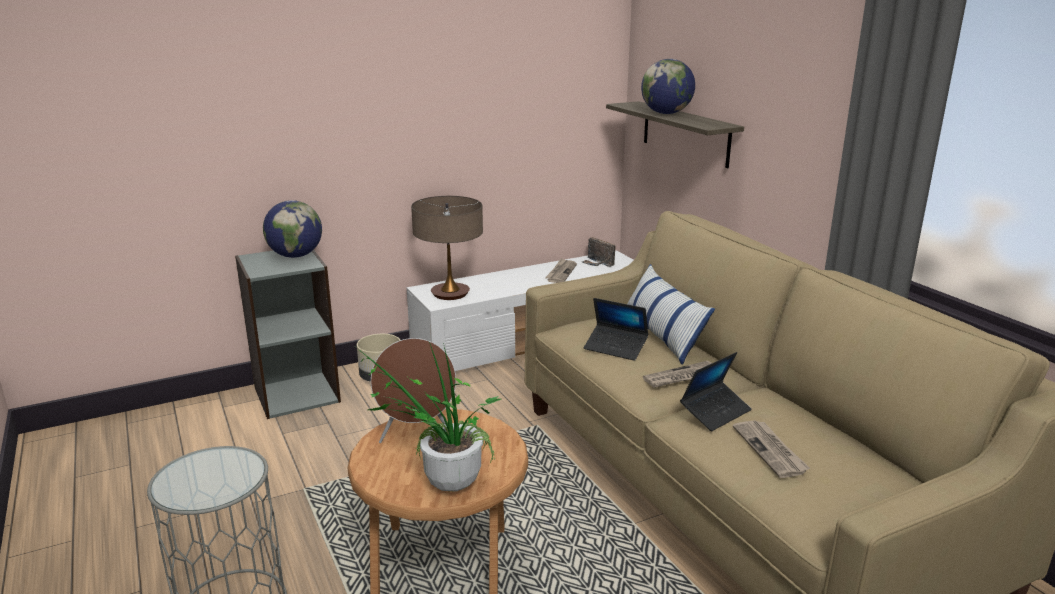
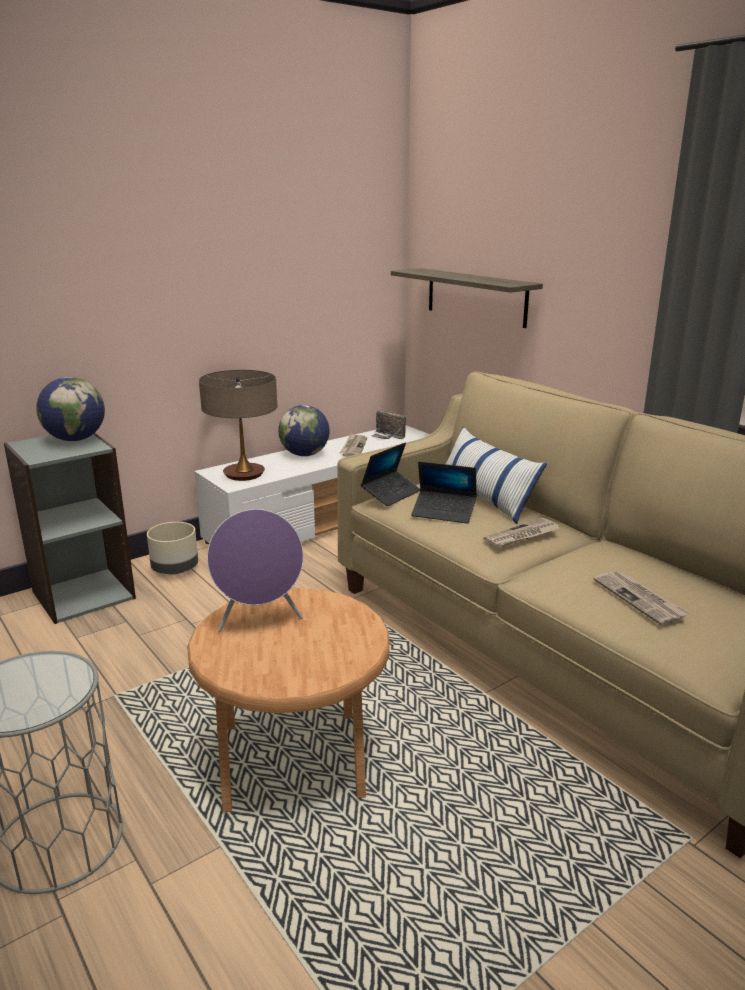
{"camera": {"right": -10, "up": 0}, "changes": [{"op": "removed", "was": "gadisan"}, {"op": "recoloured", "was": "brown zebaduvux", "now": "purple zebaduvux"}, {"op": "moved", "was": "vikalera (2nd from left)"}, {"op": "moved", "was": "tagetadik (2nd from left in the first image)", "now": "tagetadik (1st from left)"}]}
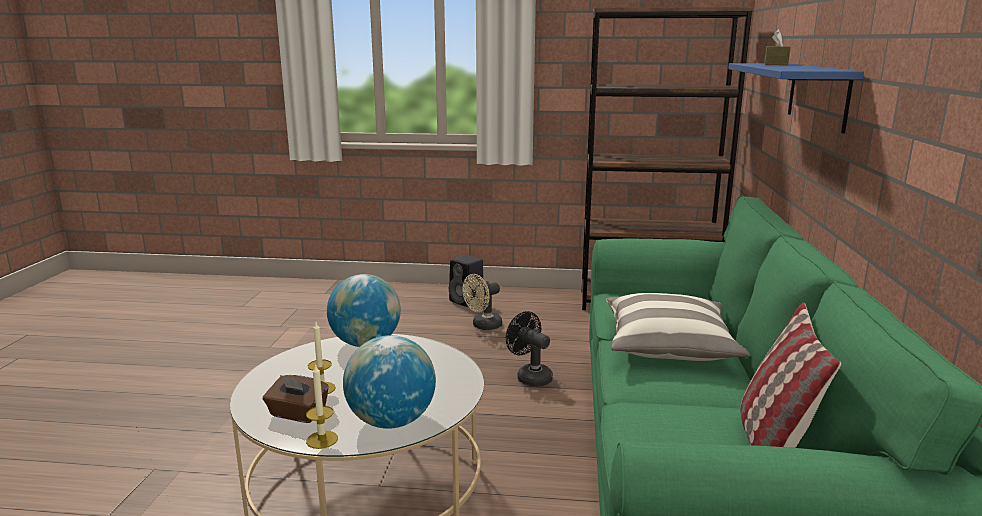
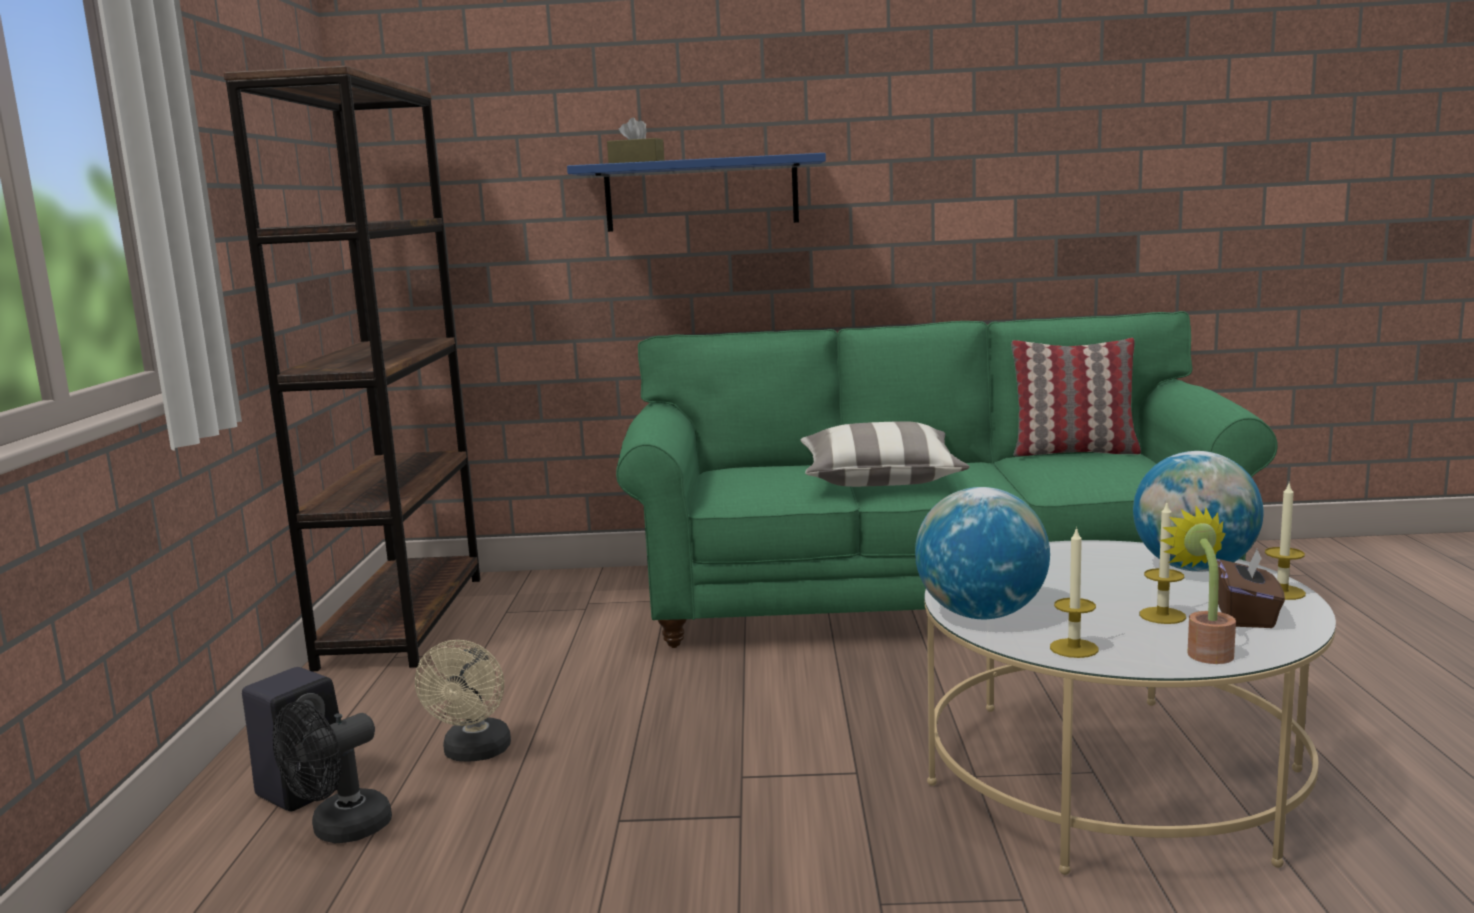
{"camera": {"right": -95, "up": -5}, "changes": [{"op": "turned", "was": "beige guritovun", "clockwise": 45}, {"op": "moved", "was": "black guritovun"}, {"op": "added", "now": "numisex (1st from left)"}, {"op": "added", "now": "gadisan"}]}
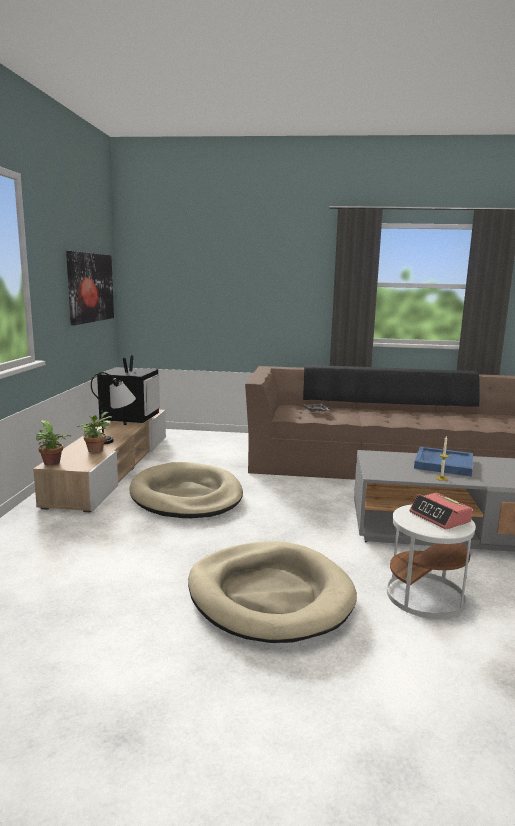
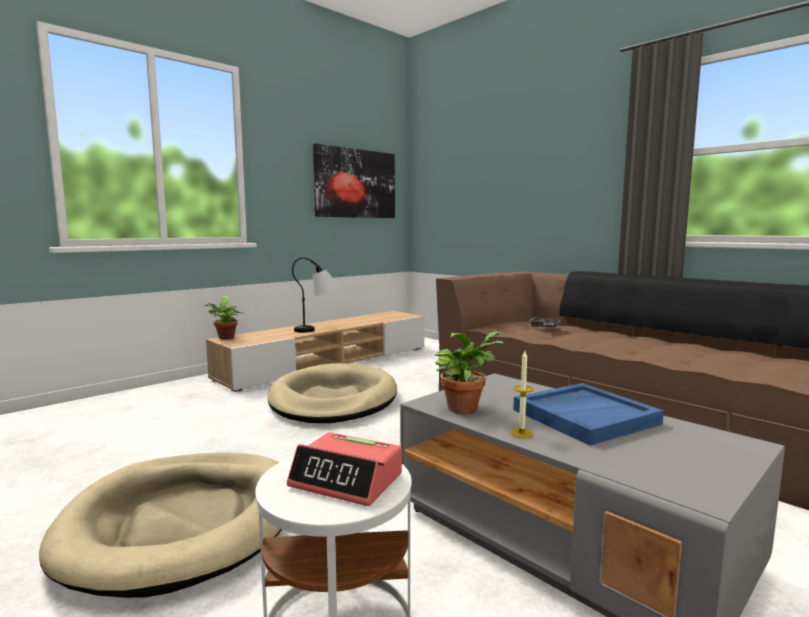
{"camera": {"right": 40, "up": -5}, "changes": [{"op": "moved", "was": "gadisan (2nd from left)"}, {"op": "removed", "was": "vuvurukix"}, {"op": "turned", "was": "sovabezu", "clockwise": -75}]}
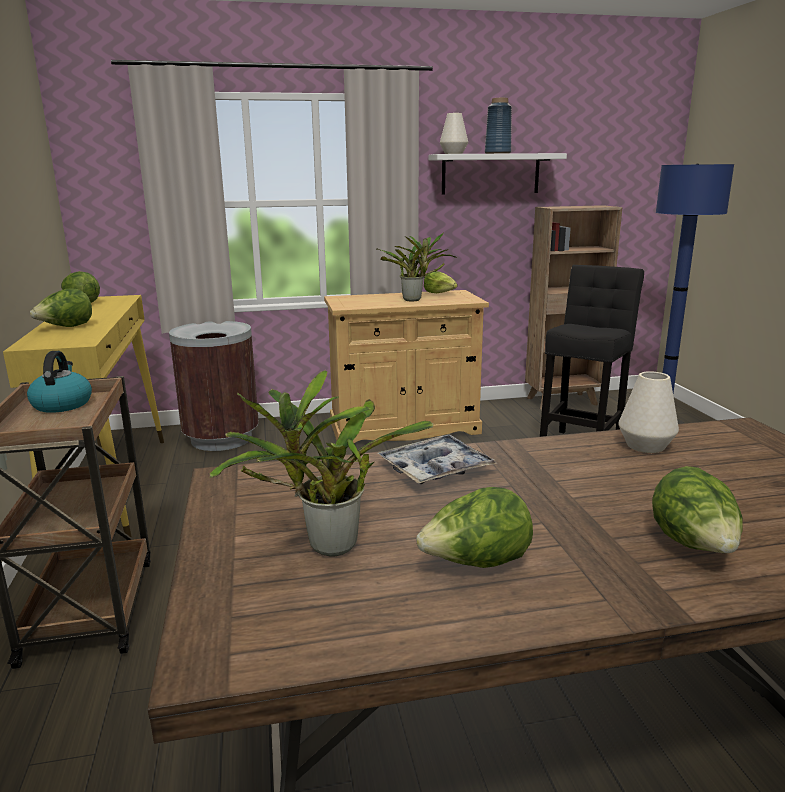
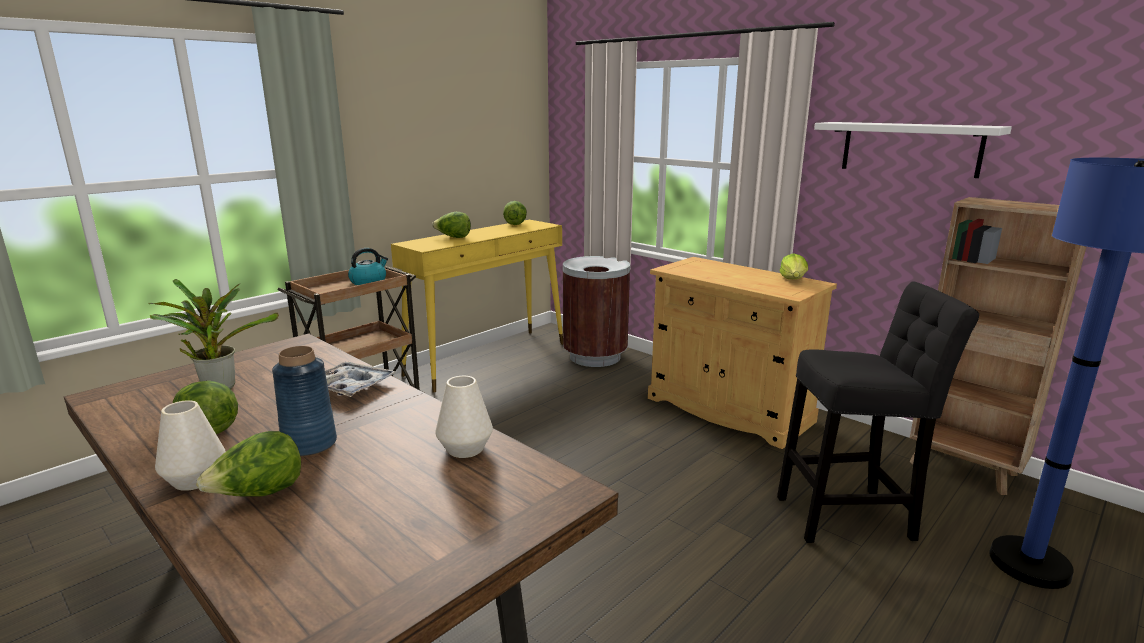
{"camera": {"right": 55, "up": 0}, "changes": [{"op": "removed", "was": "gadisan (2nd from left)"}, {"op": "moved", "was": "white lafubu (1st from left)"}, {"op": "moved", "was": "blue lafubu"}]}
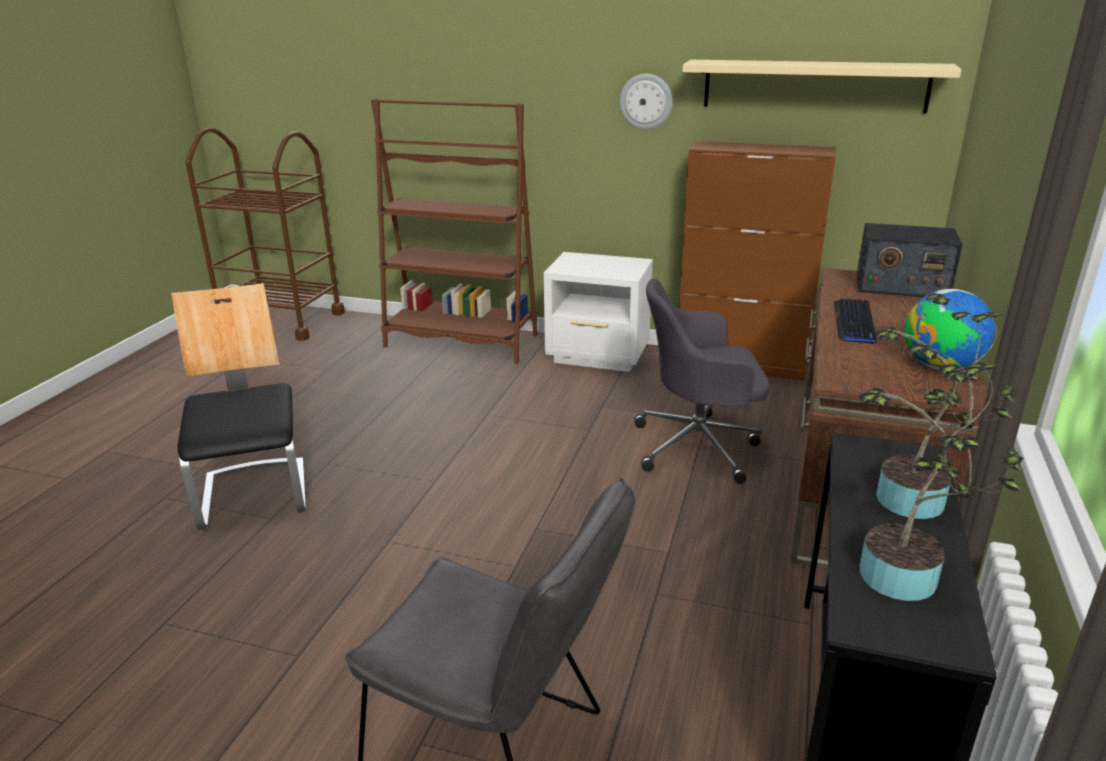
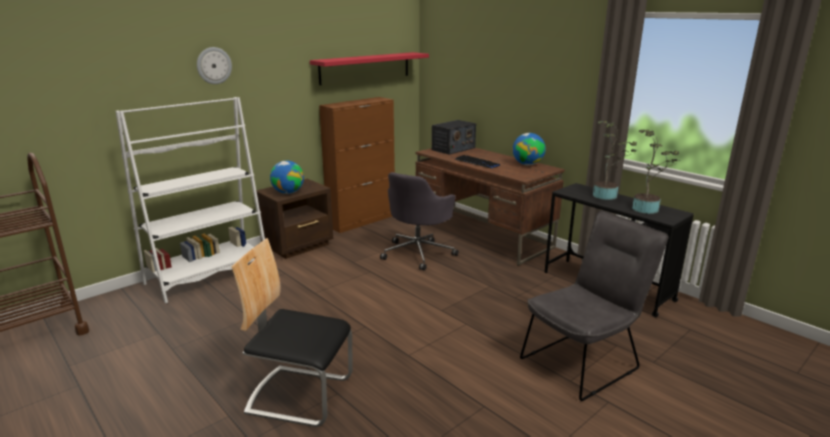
{"camera": {"right": -60, "up": -5}, "changes": [{"op": "recoloured", "was": "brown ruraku", "now": "white ruraku"}, {"op": "recoloured", "was": "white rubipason", "now": "brown rubipason"}, {"op": "moved", "was": "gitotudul"}, {"op": "recoloured", "was": "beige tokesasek", "now": "red tokesasek"}, {"op": "added", "now": "vikalera (1st from left)"}]}
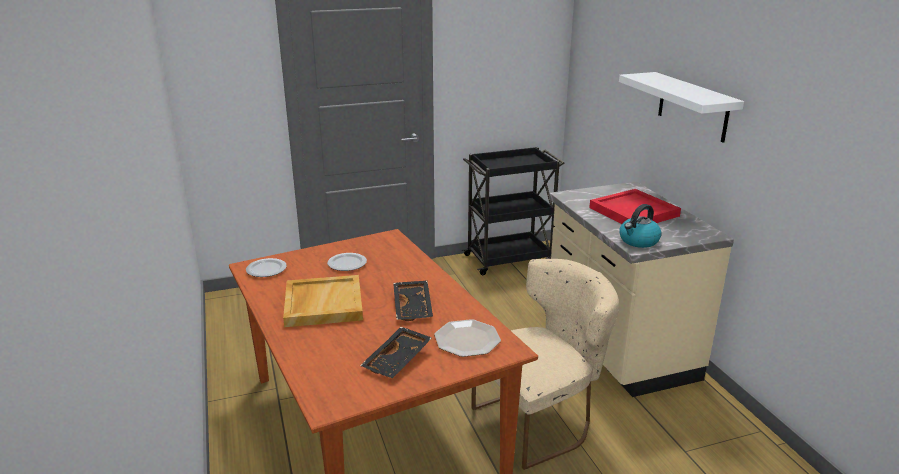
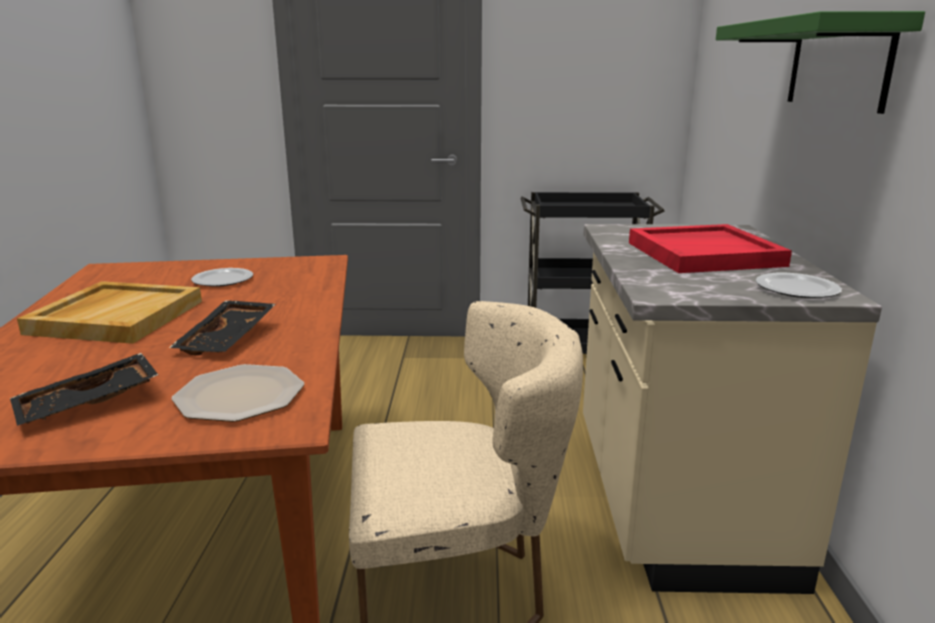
{"camera": {"right": 20, "up": -5}, "changes": [{"op": "moved", "was": "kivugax (1st from left in the first image)", "now": "kivugax (3rd from left)"}, {"op": "recoloured", "was": "white tokesasek", "now": "green tokesasek"}, {"op": "removed", "was": "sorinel"}]}
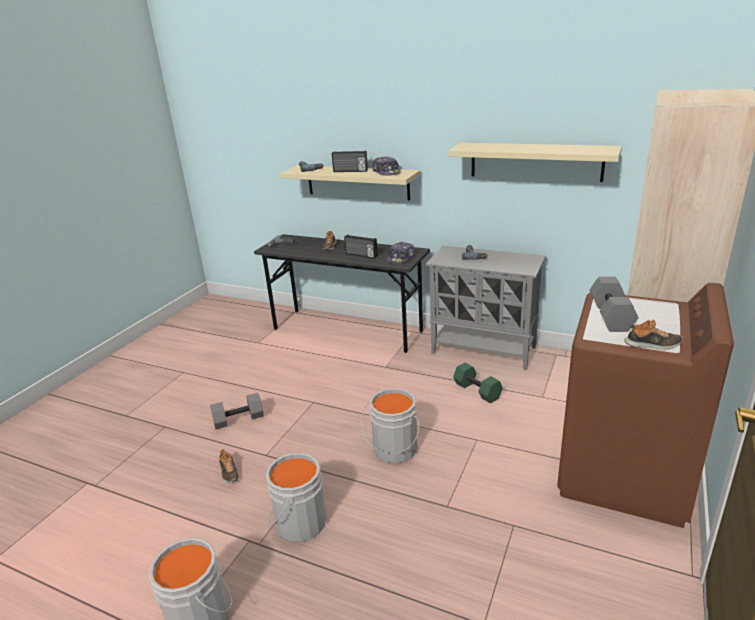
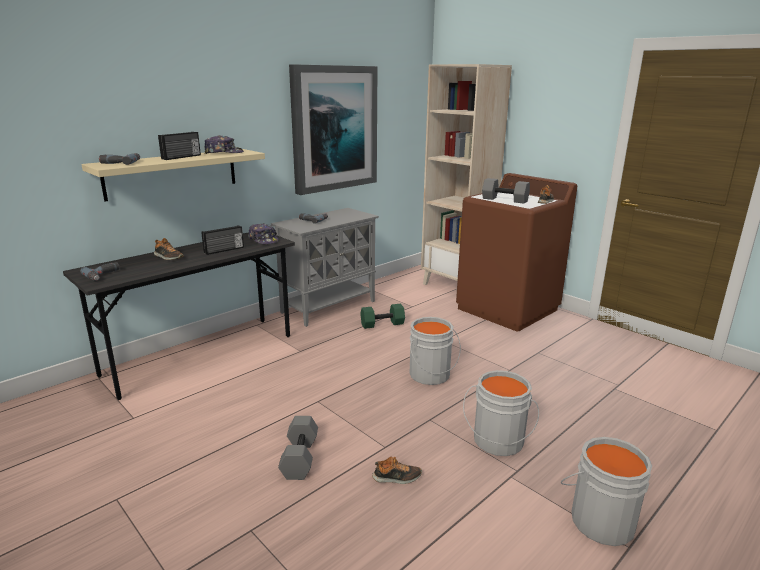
{"camera": {"right": -70, "up": -5}, "changes": [{"op": "replaced", "was": "beige tokesasek (2nd from left)", "now": "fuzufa"}]}
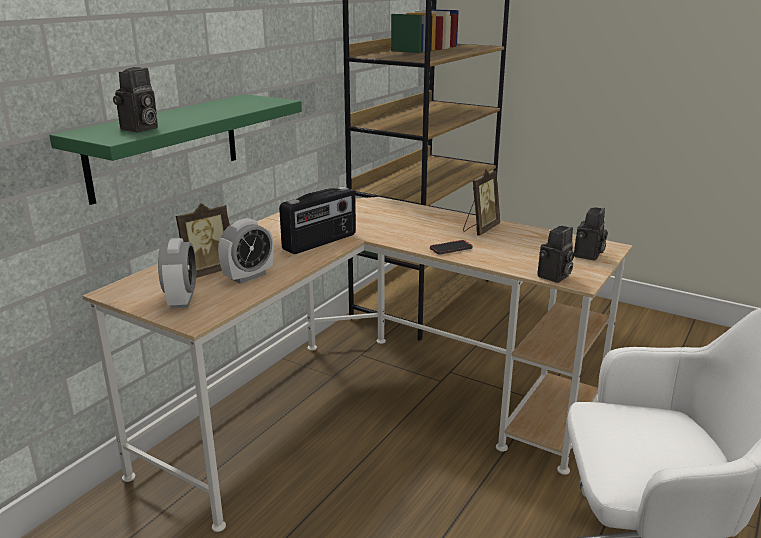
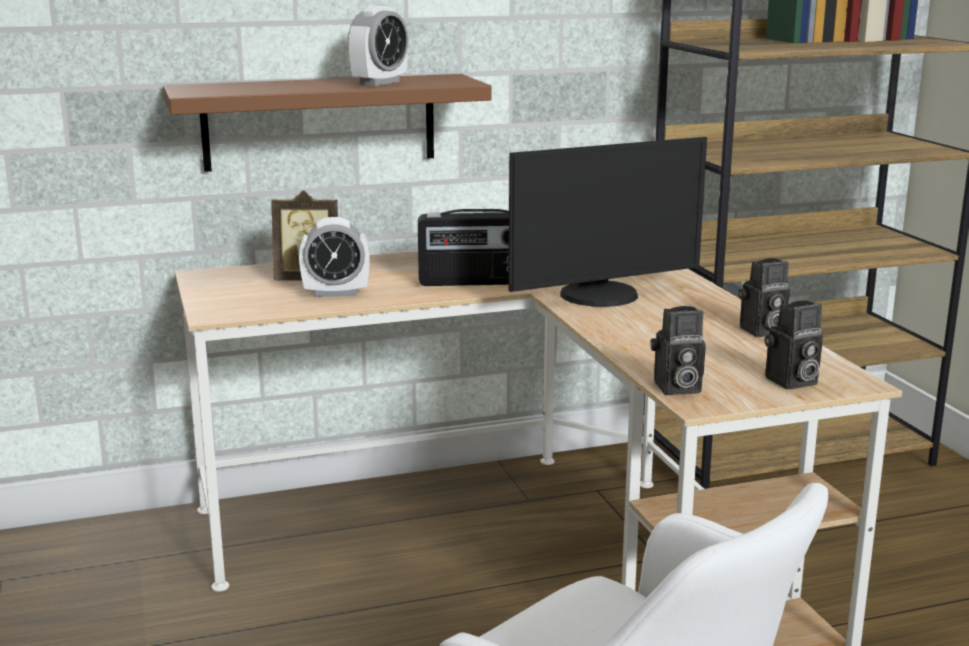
{"camera": {"right": 40, "up": -5}, "changes": [{"op": "recoloured", "was": "green tokesasek", "now": "brown tokesasek"}, {"op": "moved", "was": "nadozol (1st from left in the first image)", "now": "nadozol (2nd from left)"}, {"op": "moved", "was": "sovabezu (1st from left in the first image)", "now": "sovabezu (2nd from left)"}, {"op": "removed", "was": "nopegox"}, {"op": "removed", "was": "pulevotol (2nd from left)"}, {"op": "added", "now": "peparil"}]}
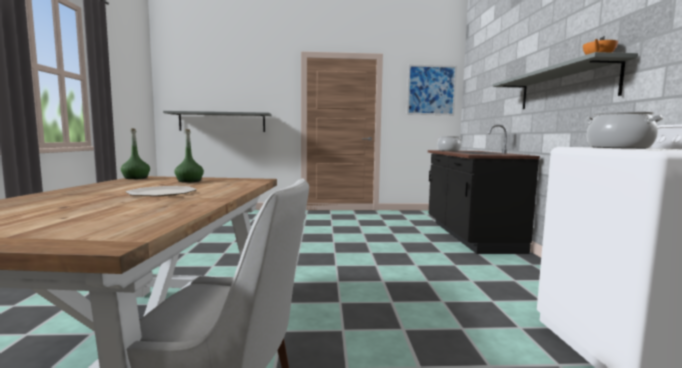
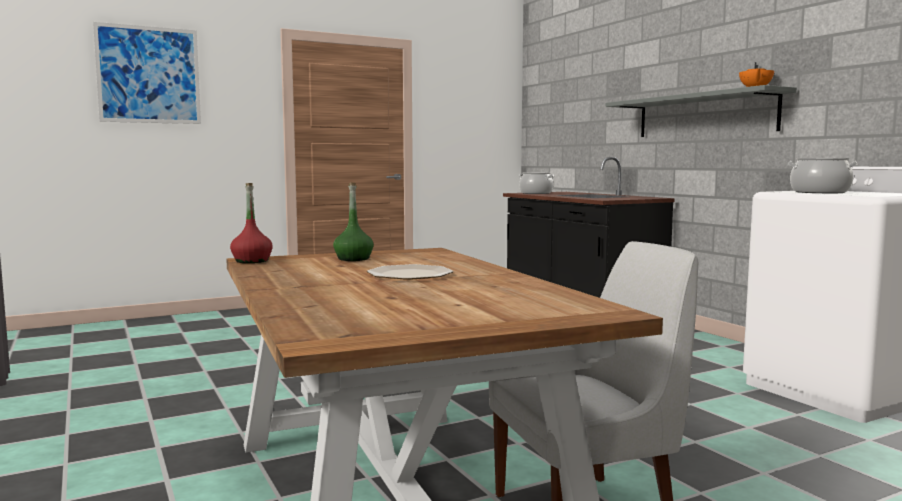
{"camera": {"right": -25, "up": 0}, "changes": [{"op": "recoloured", "was": "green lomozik (1st from left)", "now": "red lomozik"}, {"op": "removed", "was": "grey tokesasek (1st from left)"}, {"op": "moved", "was": "fuzufa"}]}
